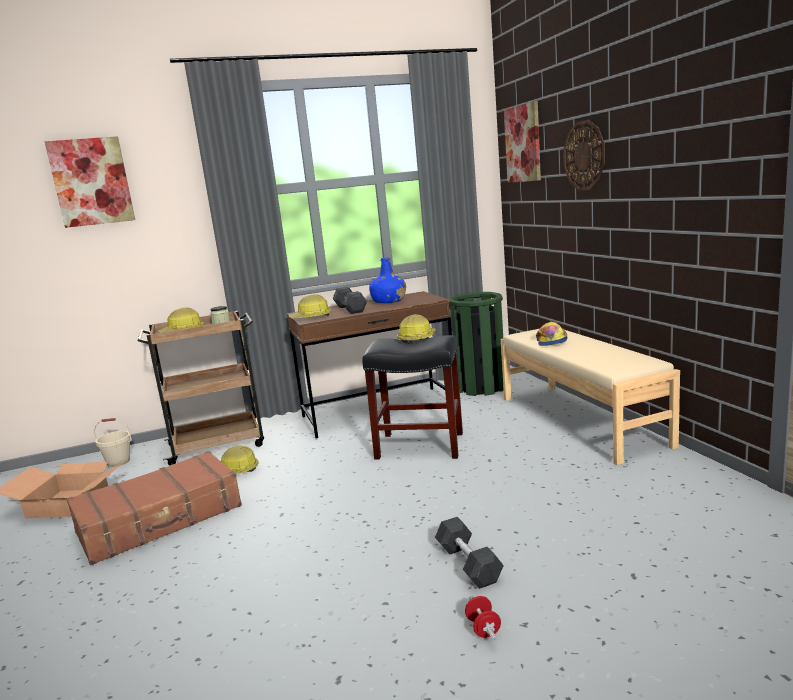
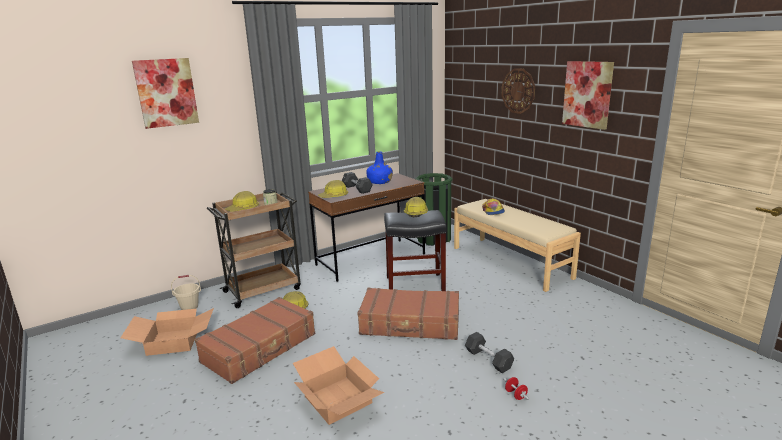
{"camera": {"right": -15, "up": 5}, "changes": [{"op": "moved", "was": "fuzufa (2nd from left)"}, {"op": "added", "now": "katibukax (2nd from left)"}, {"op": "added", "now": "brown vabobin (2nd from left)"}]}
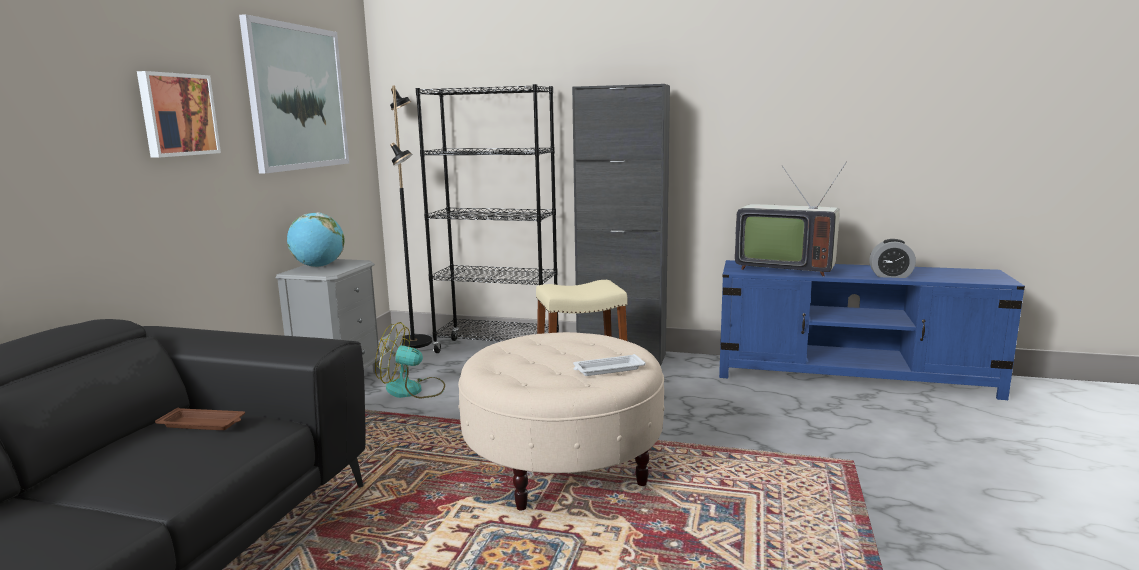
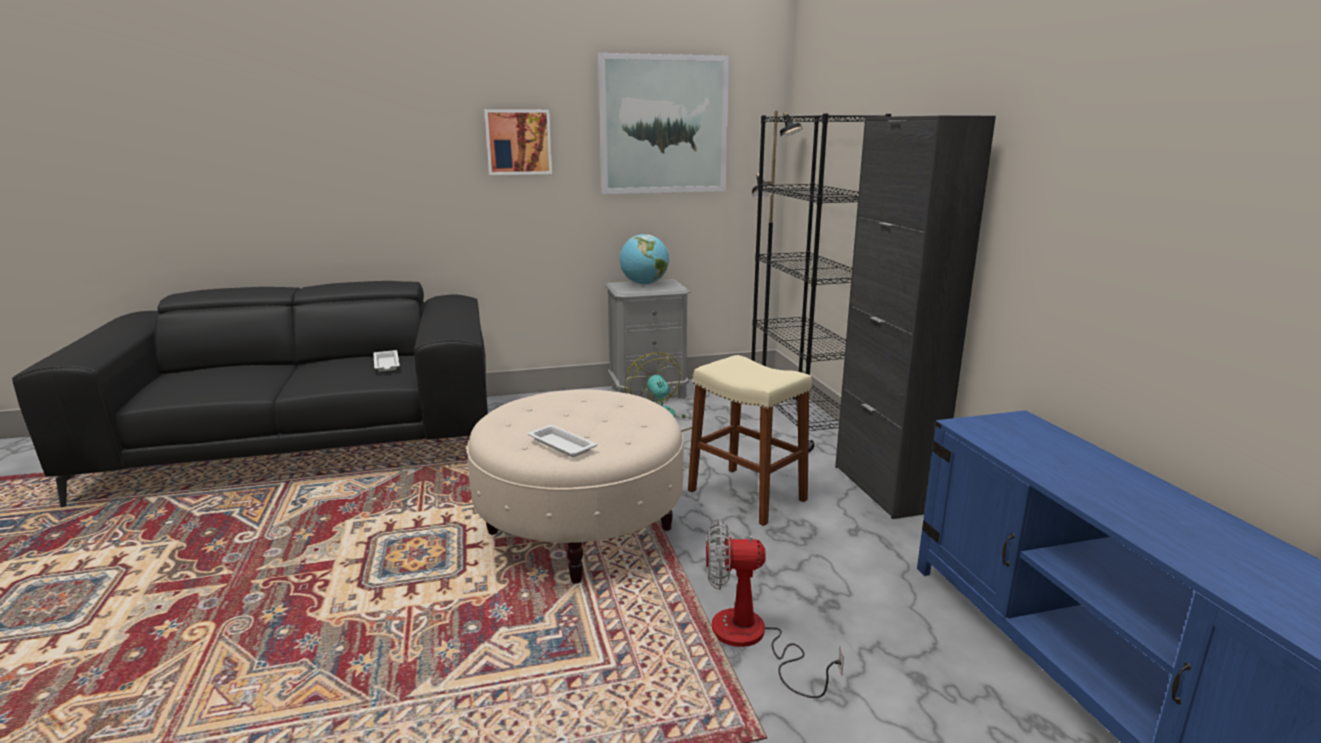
{"camera": {"right": 60, "up": 5}, "changes": [{"op": "recoloured", "was": "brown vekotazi", "now": "white vekotazi (1st from left)"}, {"op": "removed", "was": "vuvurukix"}, {"op": "removed", "was": "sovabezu"}, {"op": "added", "now": "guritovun (2nd from left)"}]}
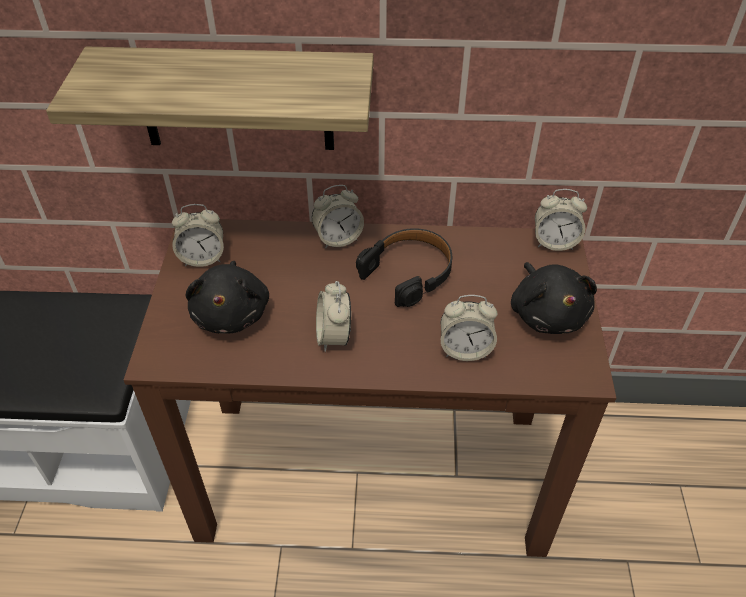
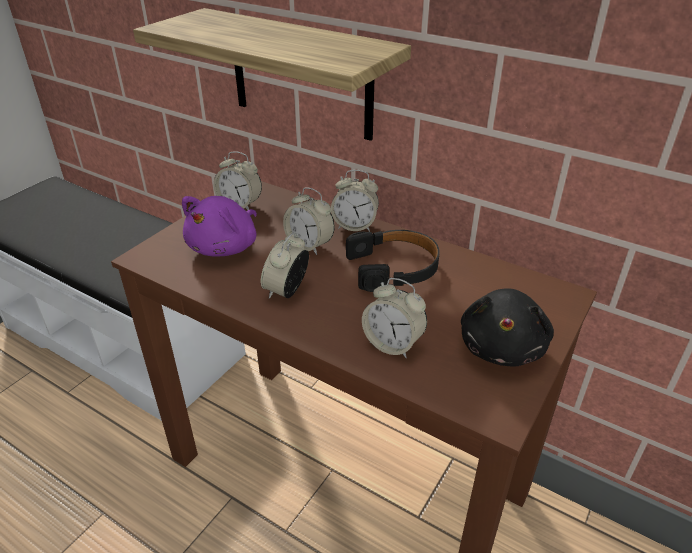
{"camera": {"right": 30, "up": -10}, "changes": [{"op": "recoloured", "was": "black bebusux (1st from left)", "now": "purple bebusux"}, {"op": "moved", "was": "sovabezu (5th from left in the first image)", "now": "sovabezu (3rd from left)"}]}
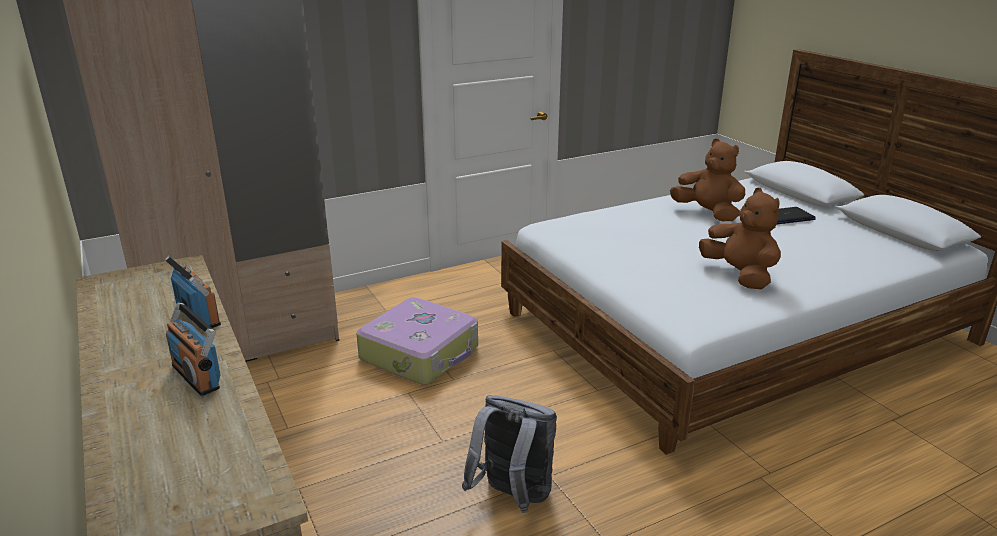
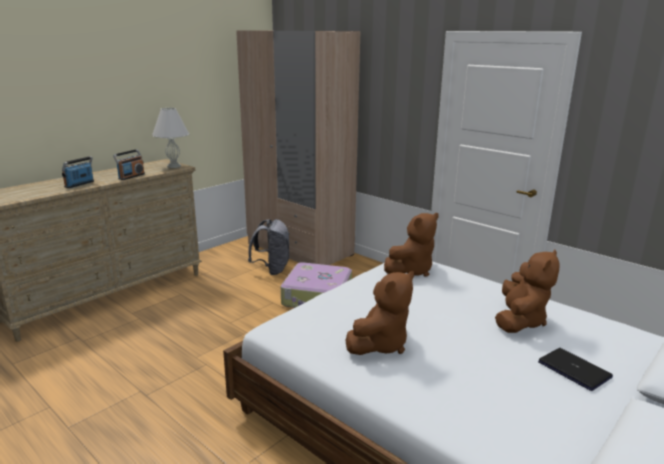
{"camera": {"right": 70, "up": -5}, "changes": [{"op": "moved", "was": "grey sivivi"}, {"op": "added", "now": "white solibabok"}, {"op": "added", "now": "brown bebusux (2nd from left)"}]}
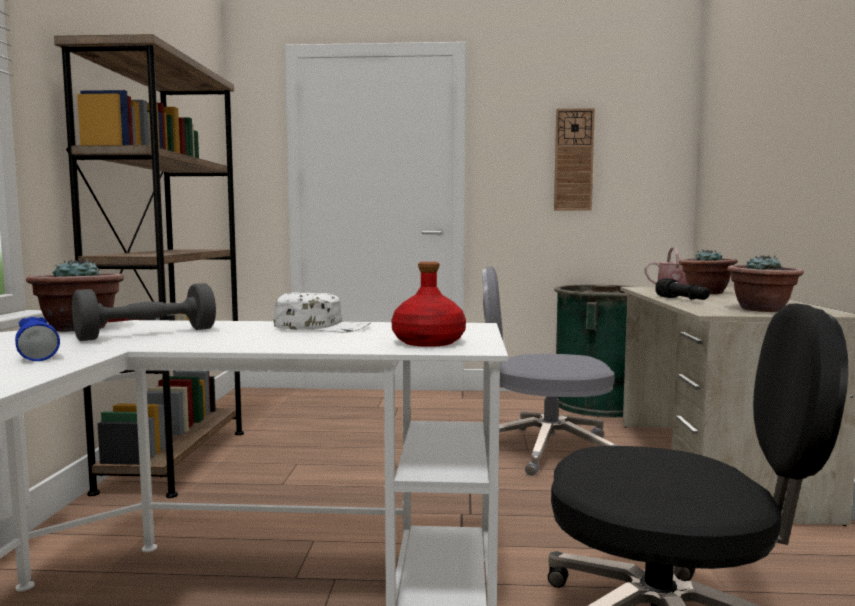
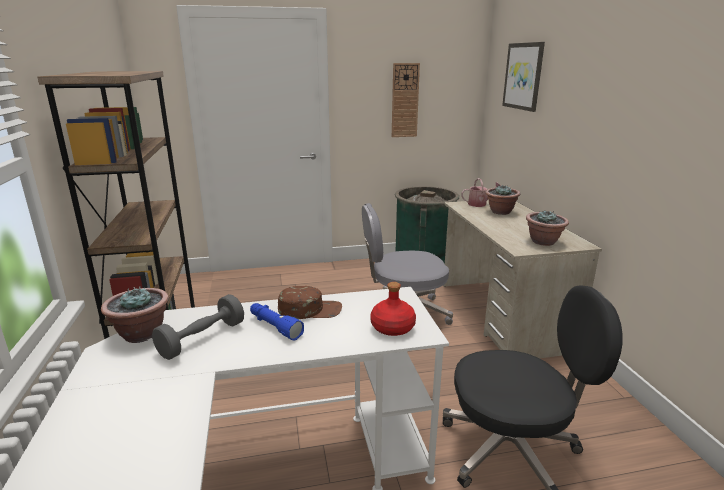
{"camera": {"right": -15, "up": 15}, "changes": [{"op": "moved", "was": "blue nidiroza"}, {"op": "recoloured", "was": "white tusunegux", "now": "brown tusunegux"}, {"op": "removed", "was": "black nidiroza"}, {"op": "added", "now": "fuzufa"}]}
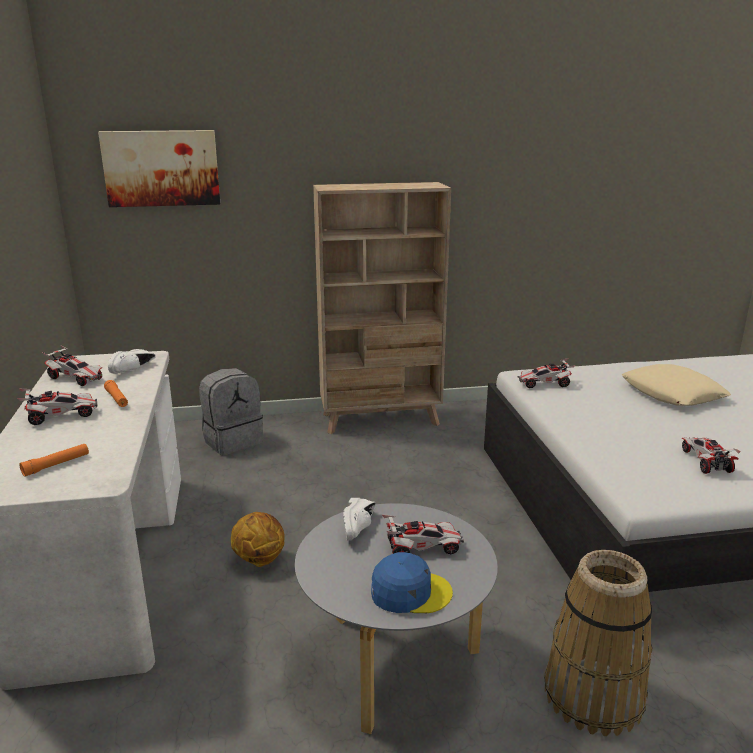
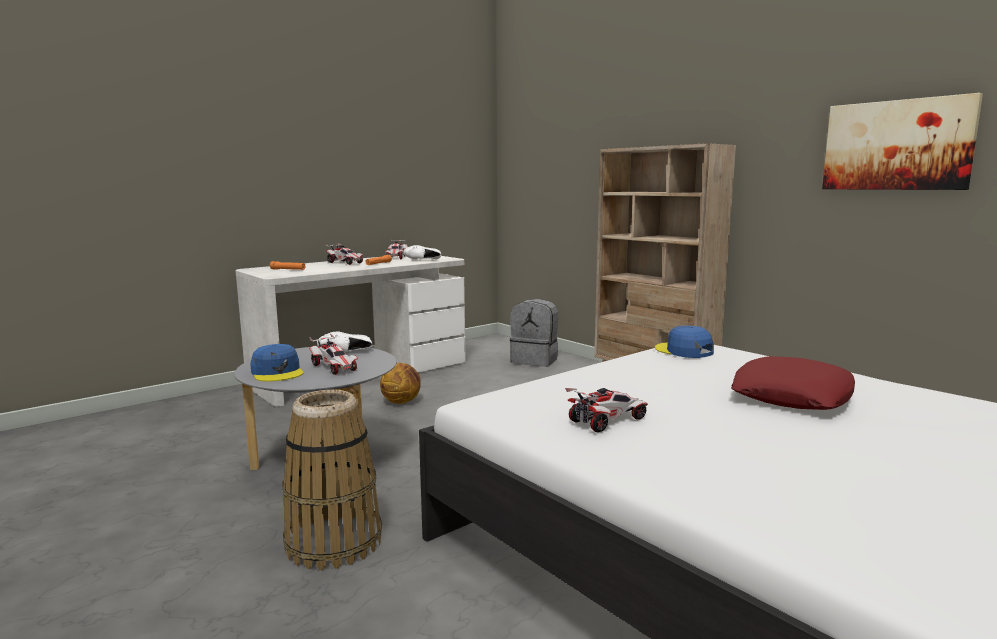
{"camera": {"right": 60, "up": -10}, "changes": [{"op": "moved", "was": "fuzufa"}, {"op": "replaced", "was": "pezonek (4th from left)", "now": "blue tusunegux (2nd from left)"}, {"op": "recoloured", "was": "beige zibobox", "now": "red zibobox"}]}
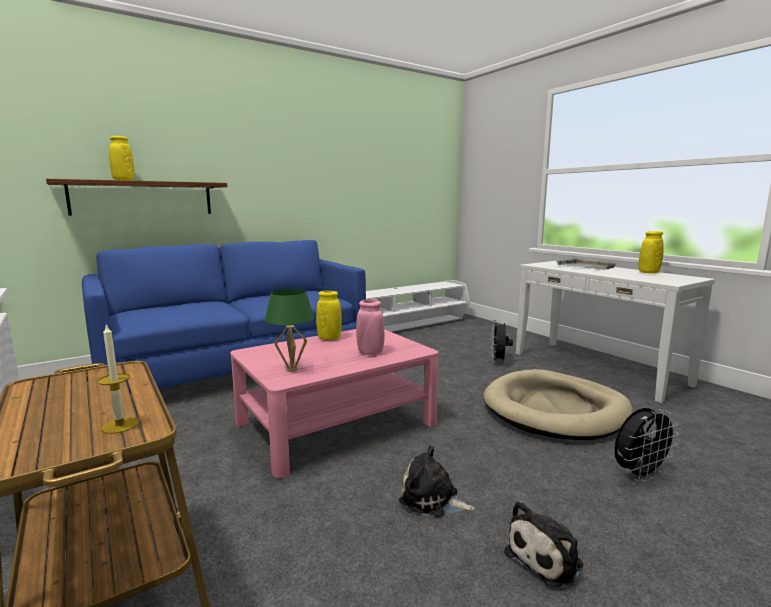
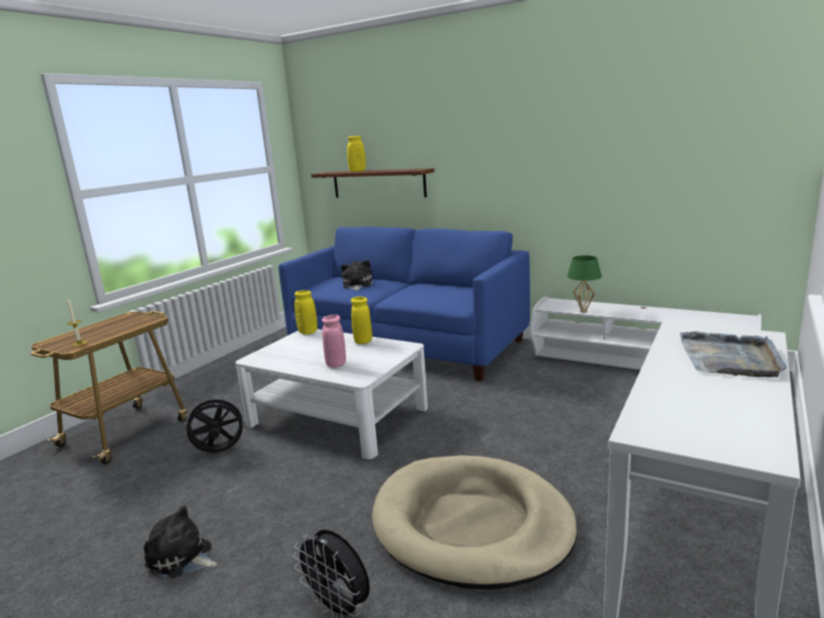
{"camera": {"right": 65, "up": 5}, "changes": [{"op": "recoloured", "was": "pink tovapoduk", "now": "white tovapoduk"}, {"op": "moved", "was": "green solibabok"}, {"op": "moved", "was": "bebusux (1st from left in the first image)", "now": "bebusux (2nd from left)"}, {"op": "moved", "was": "black guritovun (1st from left)"}, {"op": "moved", "was": "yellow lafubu (3rd from left in the first image)", "now": "yellow lafubu (1st from left)"}]}
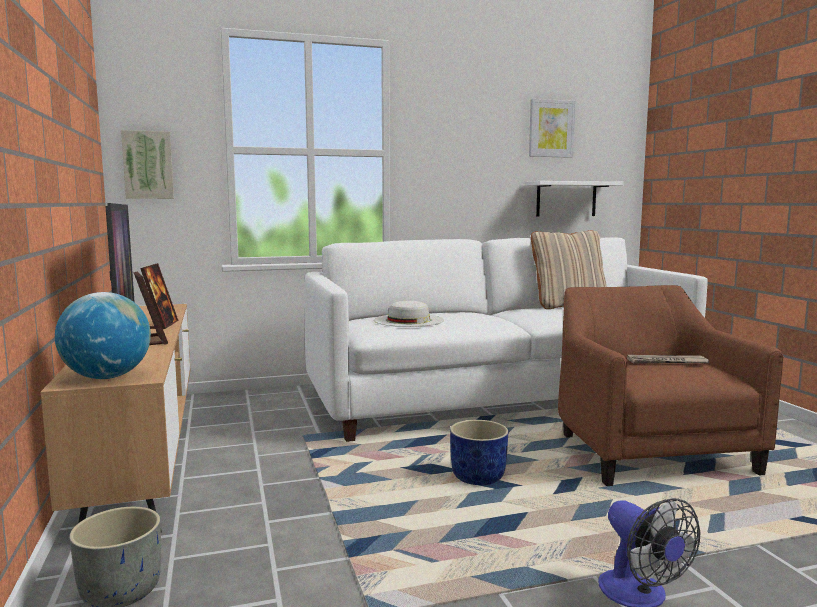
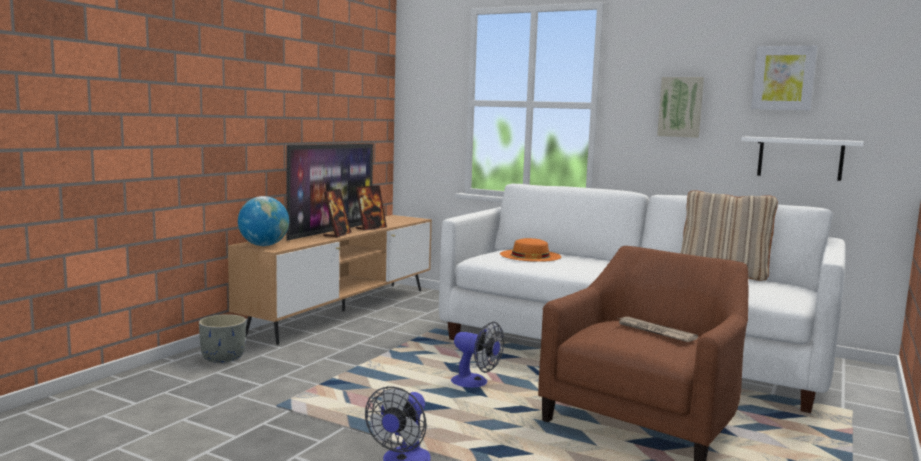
{"camera": {"right": 45, "up": 0}, "changes": [{"op": "moved", "was": "fuzufa (1st from left)"}, {"op": "recoloured", "was": "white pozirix", "now": "orange pozirix"}, {"op": "replaced", "was": "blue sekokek", "now": "guritovun (2nd from left)"}]}
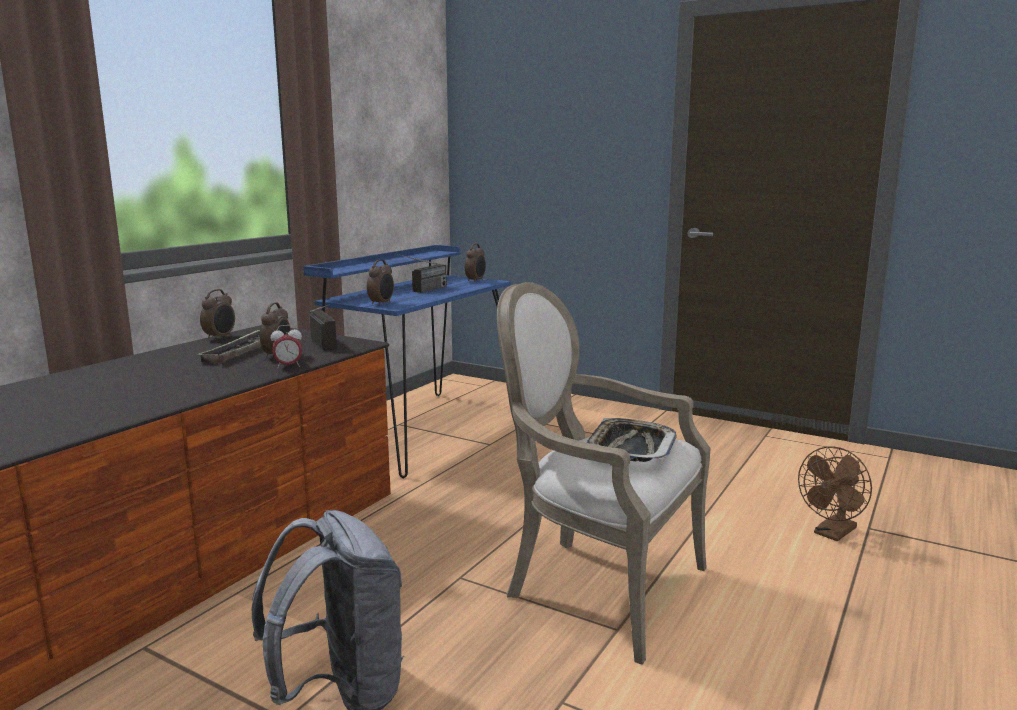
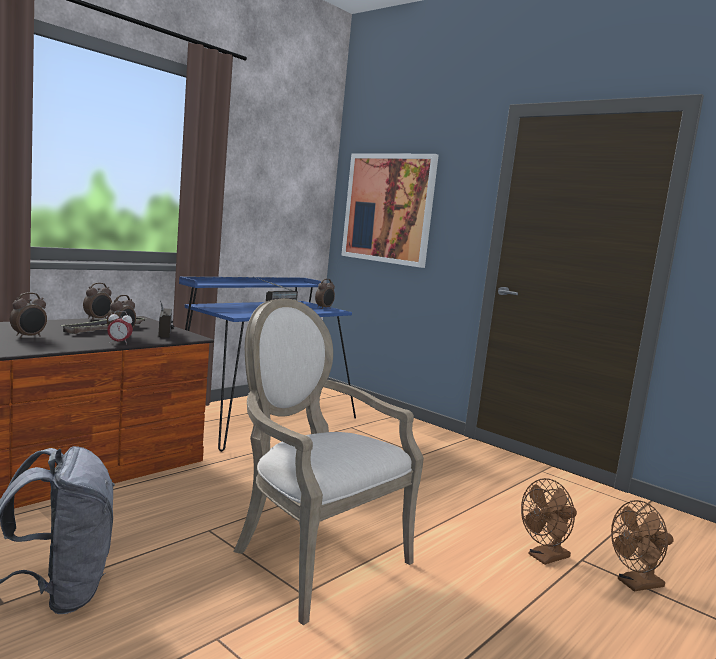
{"camera": {"right": 10, "up": -5}, "changes": [{"op": "moved", "was": "sovabezu (4th from left in the first image)", "now": "sovabezu (1st from left)"}, {"op": "removed", "was": "vekotazi (2nd from left)"}, {"op": "added", "now": "fuzufa"}, {"op": "added", "now": "brown guritovun (2nd from left)"}]}
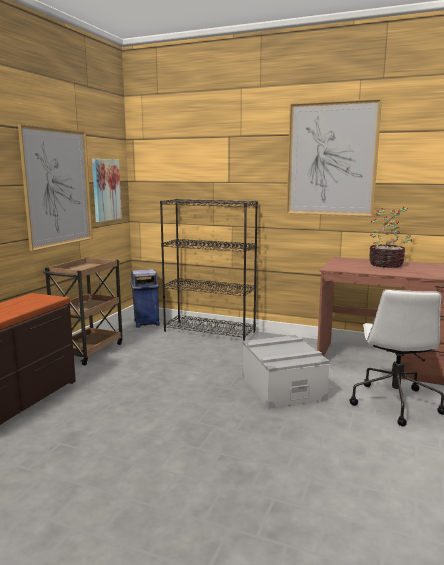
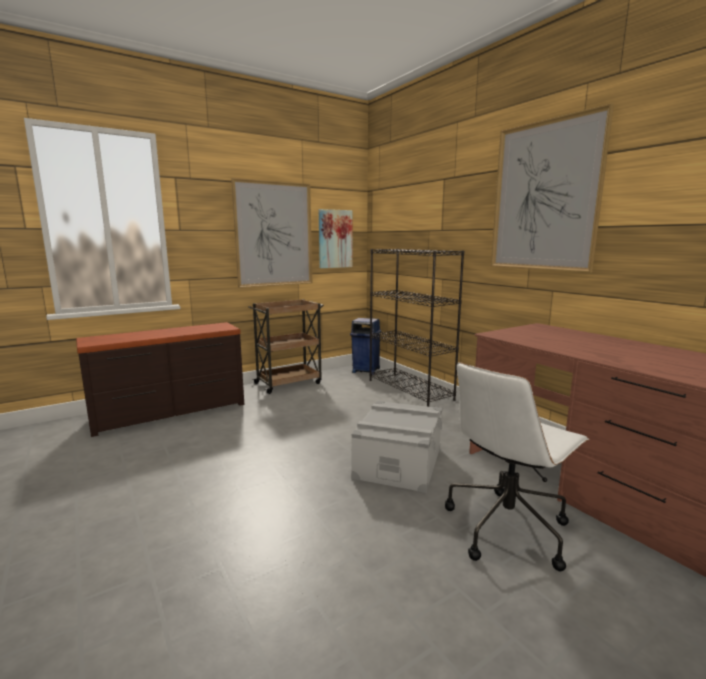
{"camera": {"right": 35, "up": 0}, "changes": [{"op": "removed", "was": "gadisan"}]}
